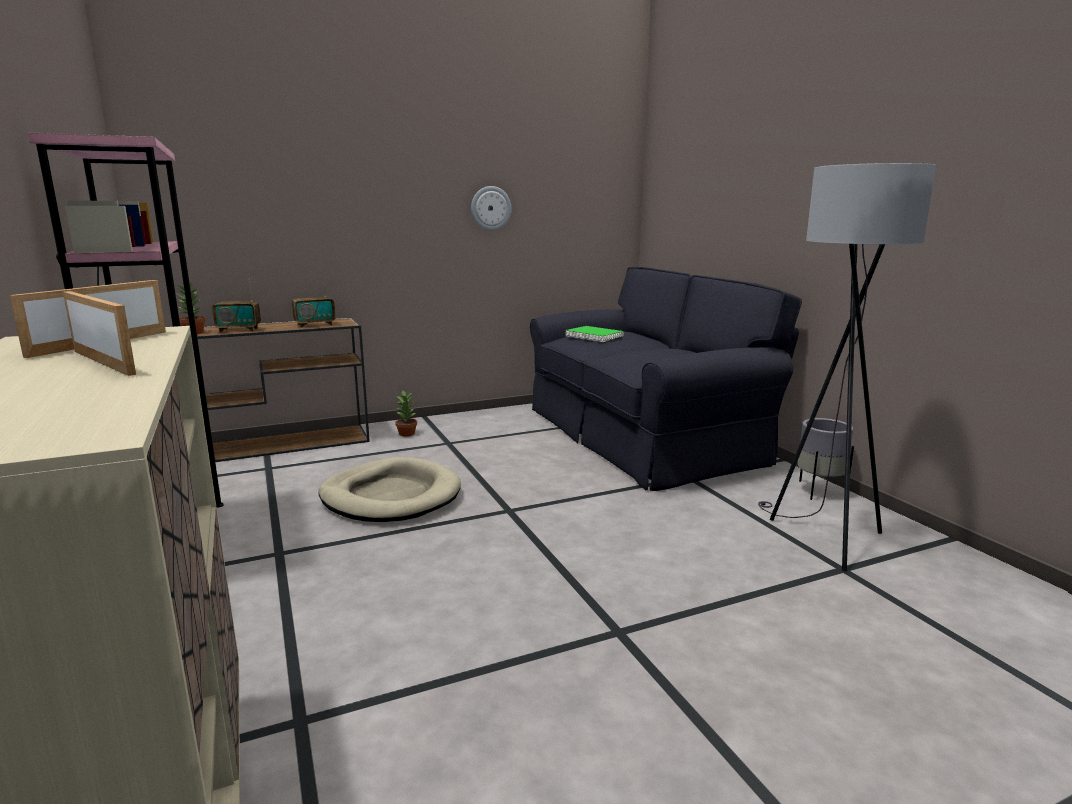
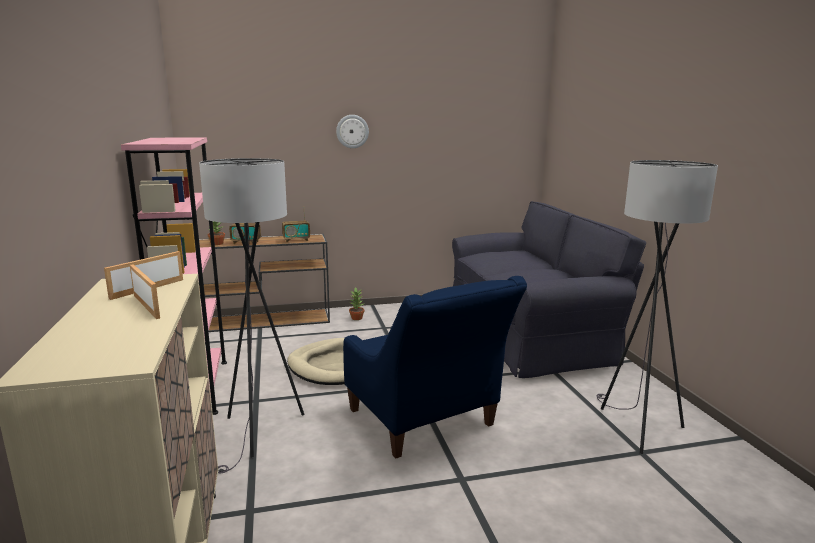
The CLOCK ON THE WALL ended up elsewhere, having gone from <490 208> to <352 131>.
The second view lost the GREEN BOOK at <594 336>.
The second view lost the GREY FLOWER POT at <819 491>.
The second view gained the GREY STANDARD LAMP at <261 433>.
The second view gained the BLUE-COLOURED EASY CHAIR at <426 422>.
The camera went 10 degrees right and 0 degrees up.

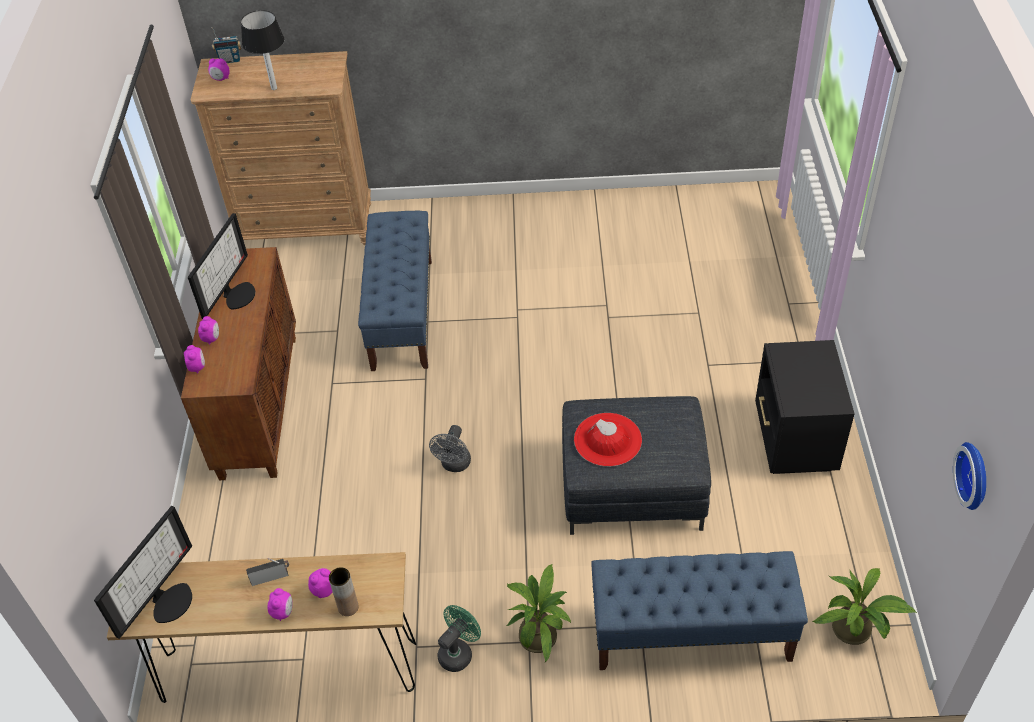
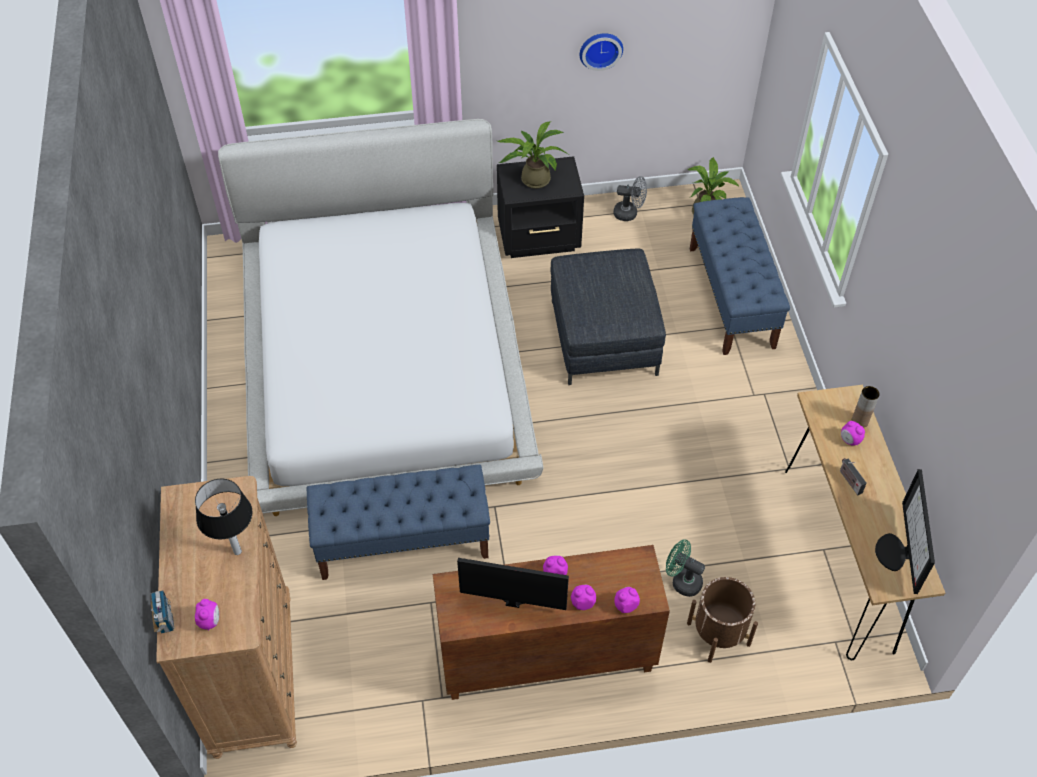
The MONITOR at <169 601> ended up facing another way, 105 degrees counterclockwise from before.
The TABLE CLOCK ended up elsewhere, having gone from <283 612> to <555 573>.
The GREY FAN ended up elsewhere, having gone from <454 465> to <629 213>.
The GREEN FAN ended up elsewhere, having gone from <458 652> to <682 581>.
The POTTED PLANT ended up elsewhere, having gone from <541 633> to <532 178>.
The second view lost the RED-COLOURED WEARABLE HAT at <607 440>.
The CLOCK ON THE WALL ended up elsewhere, having gone from <976 475> to <600 49>.
The second view gained the WHITISH BED at <383 359>.
The second view gained the BROWN FLOWER POT at <718 634>.
The camera went 100 degrees left and 5 degrees up.

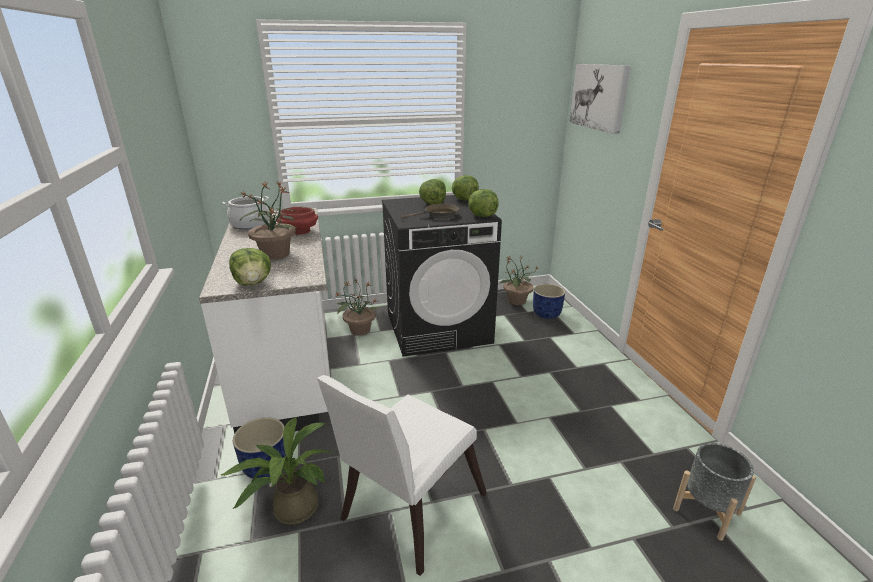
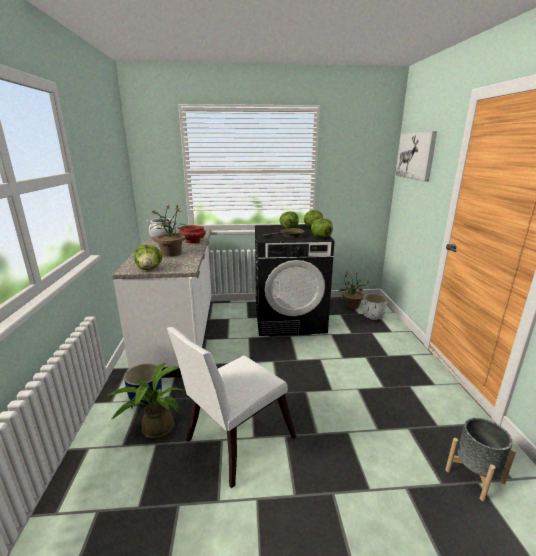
The second view lost the POTTED PLANT at <359 330>.
What was the BLUE-COLOURED FLOWER POT at <547 314> turned into the WHITISH FLOWER POT at <373 316>.
The camera went 10 degrees right and 5 degrees down.

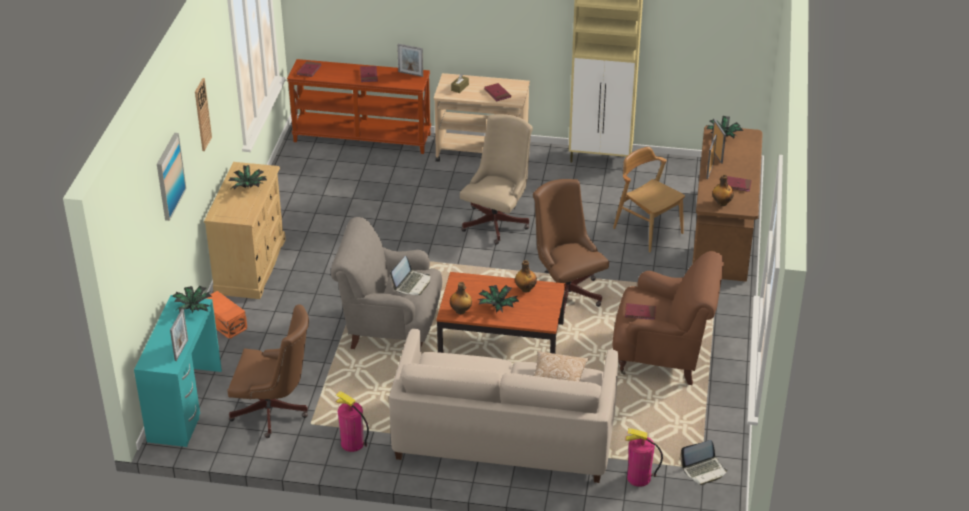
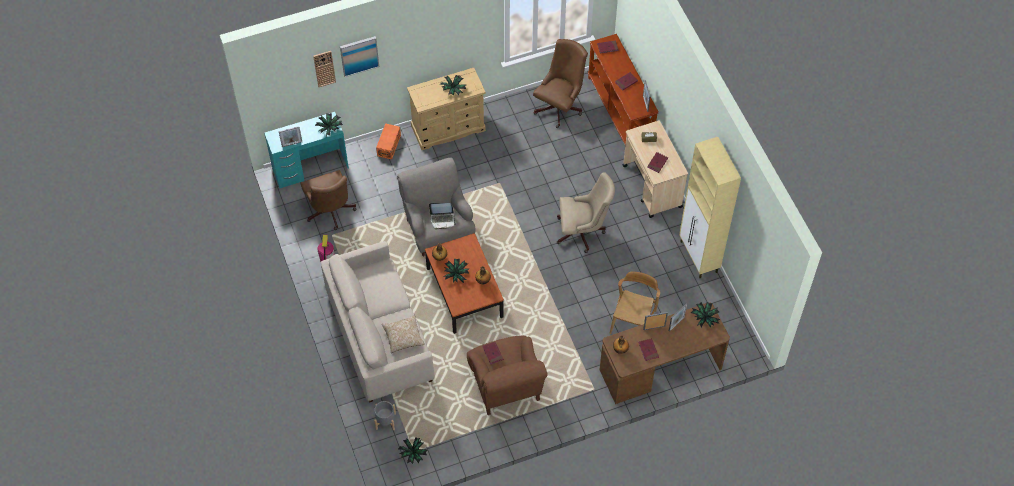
The CLOCK ON THE WALL ended up elsewhere, having gone from <202 114> to <324 68>.
The BROWN COMPUTER CHAIR ended up elsewhere, having gone from <566 290> to <560 106>.
Where the EXTINGUISHER stood at <638 478>, the GREY FLOWER POT came to stand at <385 421>.
Where the NOTEBOOK COMPUTER stood at <704 470>, the POTTED PLANT came to stand at <413 453>.
The camera went 60 degrees right and 20 degrees up.

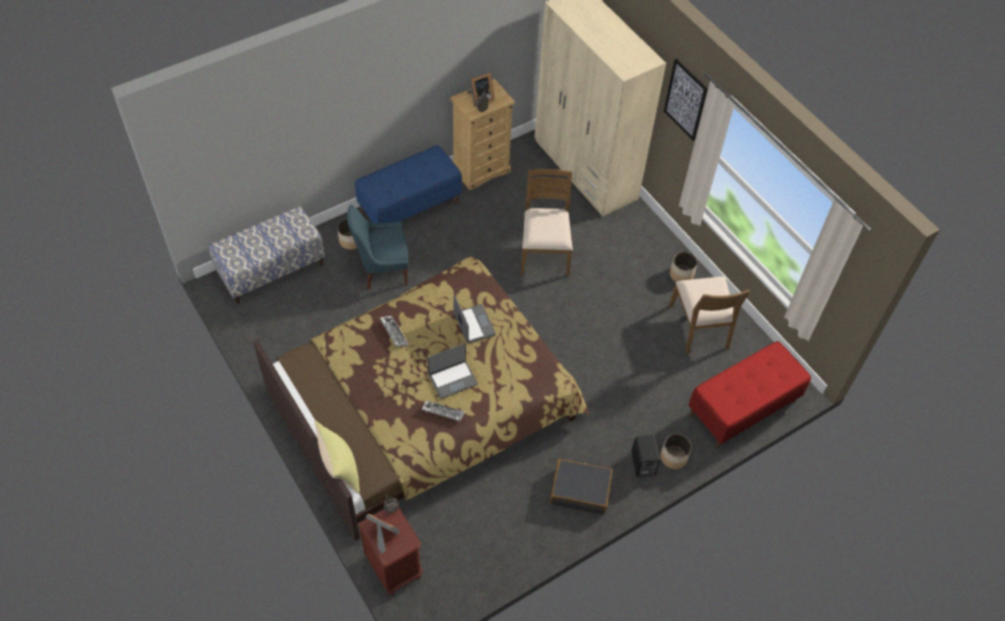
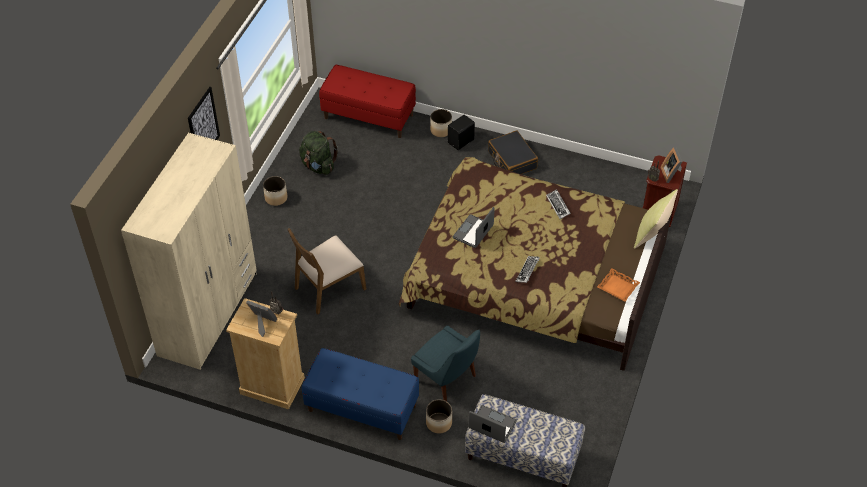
The NOTEBOOK COMPUTER ended up elsewhere, having gone from <452 379> to <492 425>.
Where the BROWN PLAIN CHAIR stood at <700 327>, the GREEN BACKPACK came to stand at <318 166>.
The second view gained the ORANGE-COLOURED SERVING TRAY at <617 287>.
The camera went 125 degrees left and 5 degrees down.

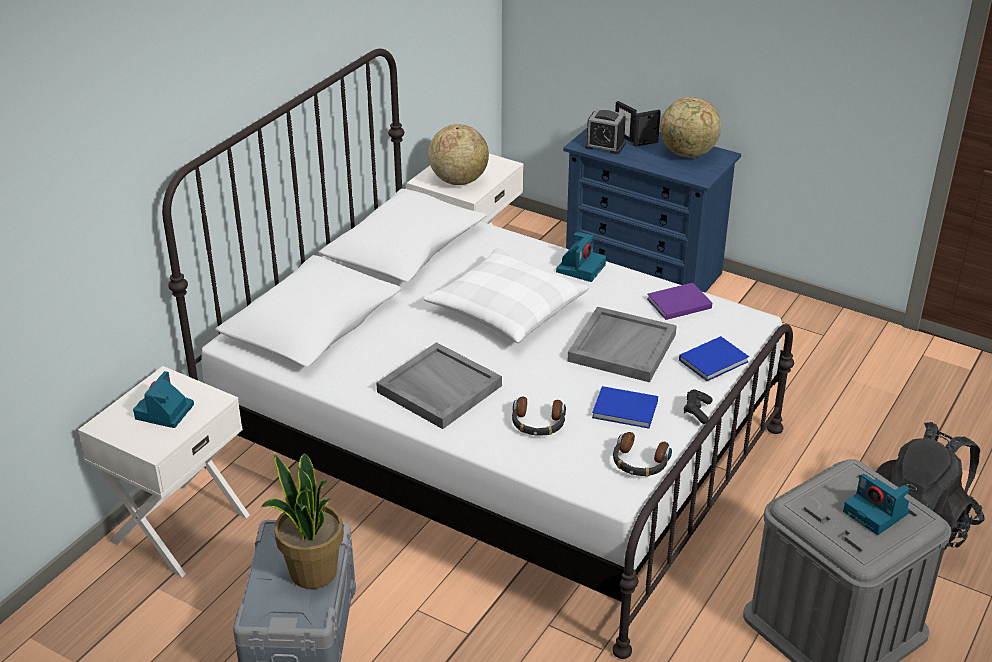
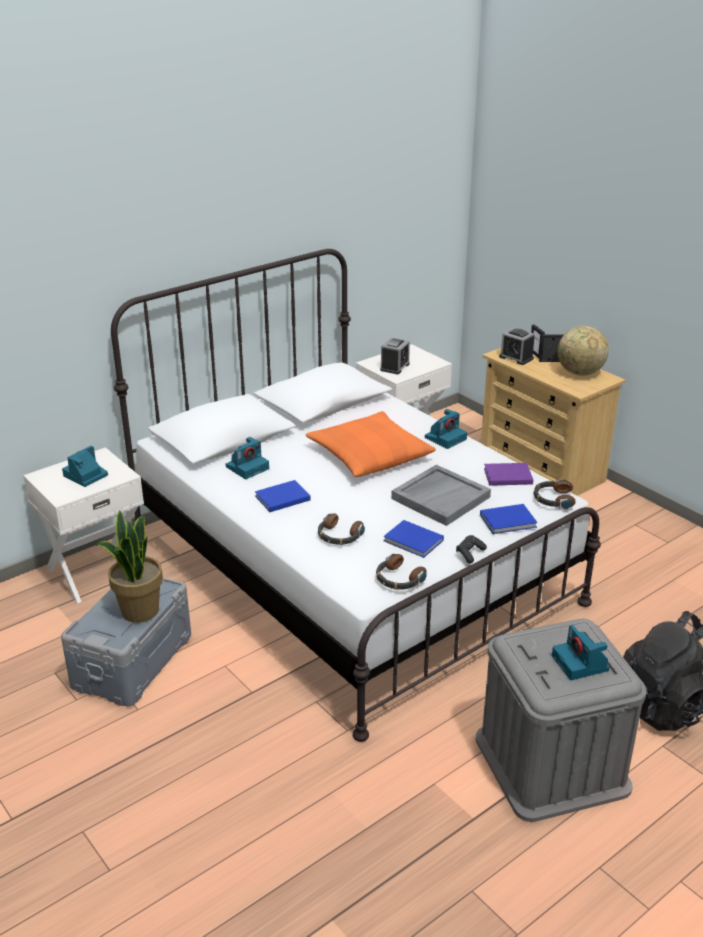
Where the GREY SERVING TRAY stood at <438 389>, the BLUE-COLOURED BOOK came to stand at <281 498>.
What was the WHITISH CUSHION at <506 308> turned into the ORANGE-COLOURED CUSHION at <369 455>.
Where the WORLD GLOBE stood at <458 180>, the TABLE CLOCK came to stand at <394 367>.
What was the BLUE-COLOURED DRAWER CHEST at <644 270> turned into the SAND-COLOURED DRAWER CHEST at <541 468>.
The second view gained the STILL CAMERA at <248 467>.
The second view gained the HEADSET at <553 499>.
The camera went 20 degrees right and 5 degrees down.

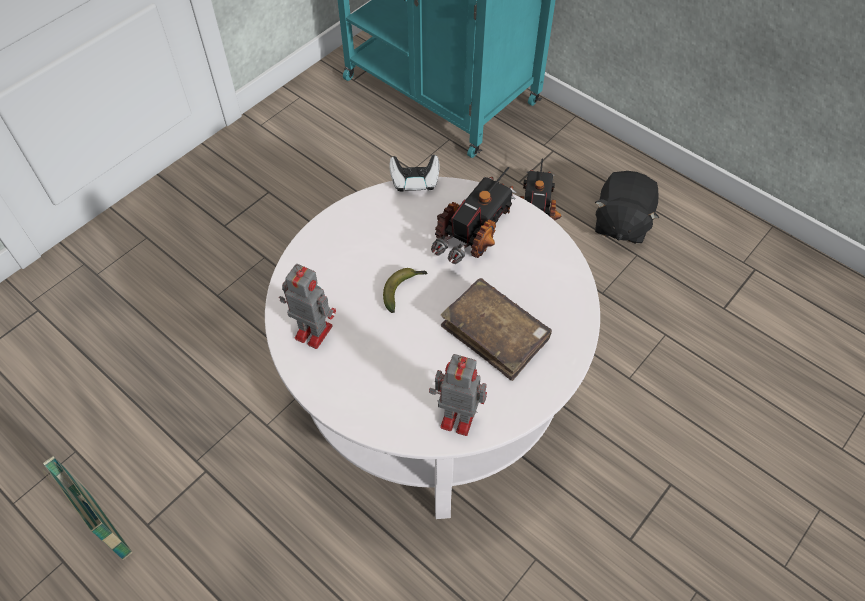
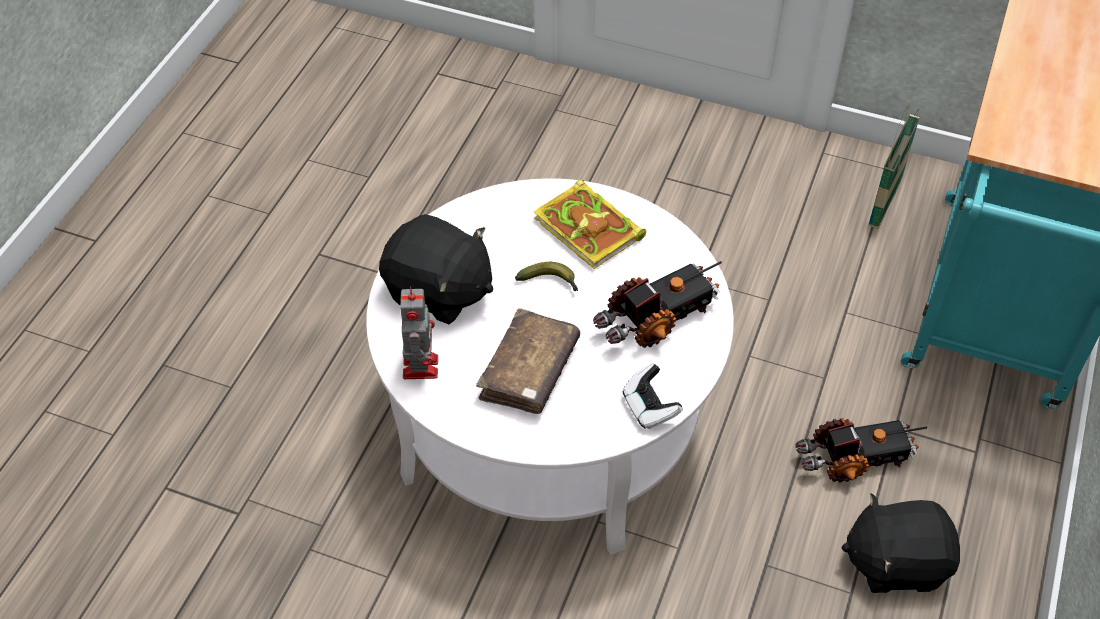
The HOUSEHOLD BASKET ended up elsewhere, having gone from <106 526> to <884 204>.
The second view lost the ROBOT FIGURE at <312 331>.
The GAMEPAD ended up elsewhere, having gone from <415 181> to <649 407>.
The MODEL TRUCK at <474 231> ended up facing another way, 45 degrees counterclockwise from before.
The second view gained the BLACK CUDDLY TOY at <438 292>.
The second view gained the BOOK at <590 229>.
The camera went 70 degrees right and 5 degrees down.

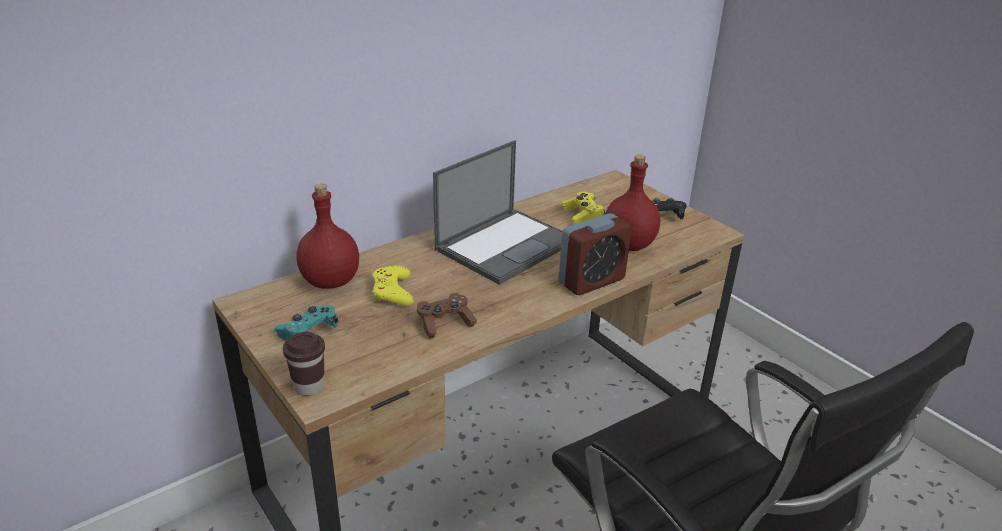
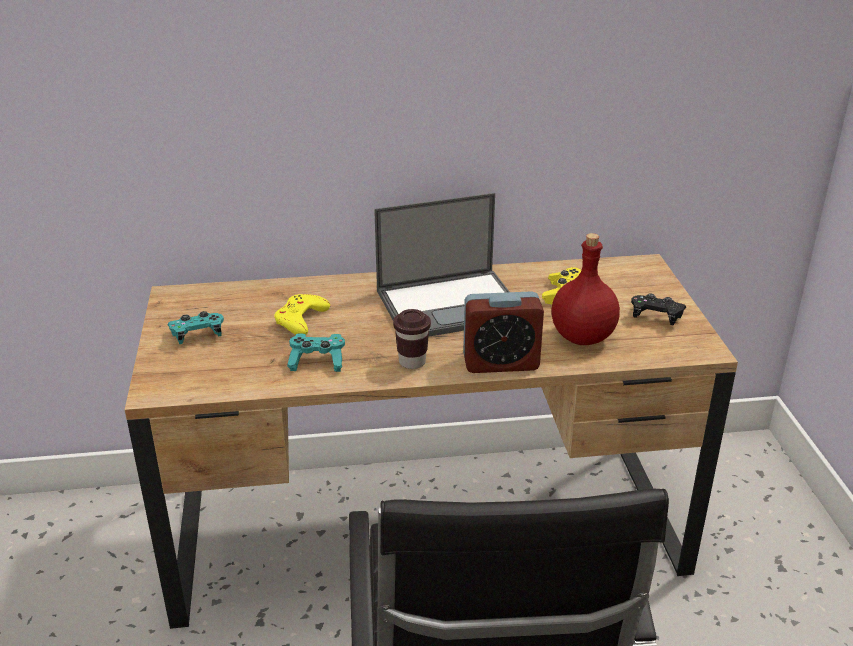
The BROWN CUP ended up elsewhere, having gone from <309 387> to <412 362>.
The second view lost the RED-COLOURED DRINK BOTTLE at <330 280>.
What was the BROWN GAMEPAD at <445 323> turned into the TURQUOISE-COLOURED GAMEPAD at <317 361>.
The camera went 30 degrees right and 0 degrees up.

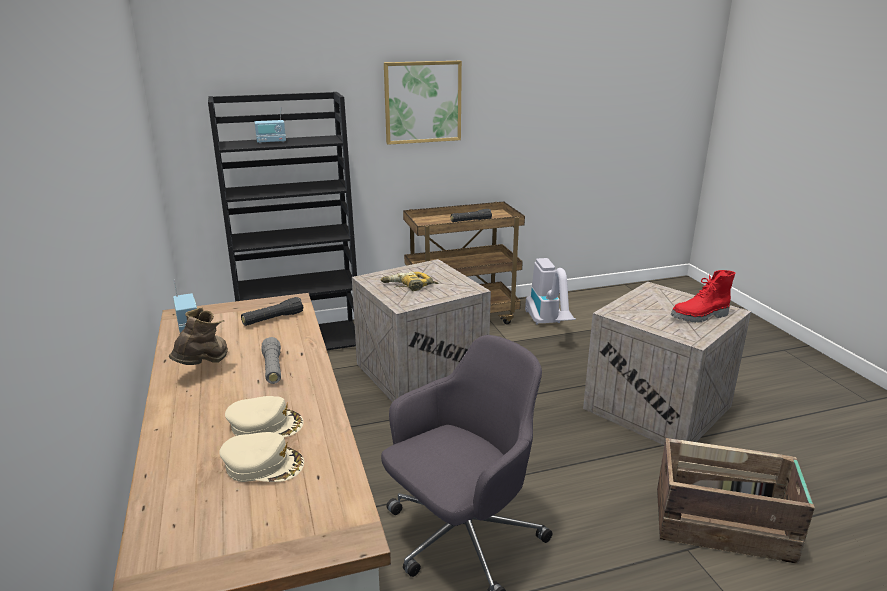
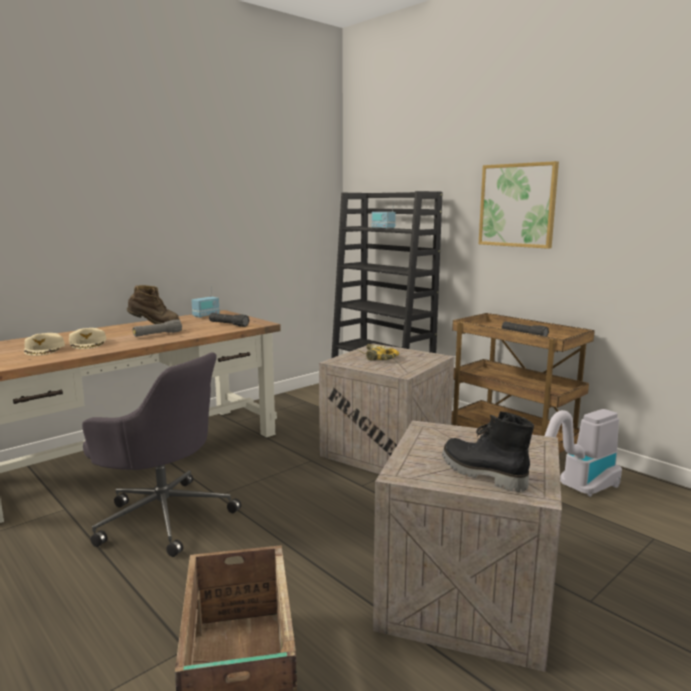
What was the RED-COLOURED BOOT at <700 317> turned into the BLACK BOOT at <481 474>.
The camera went 65 degrees right and 10 degrees down.

